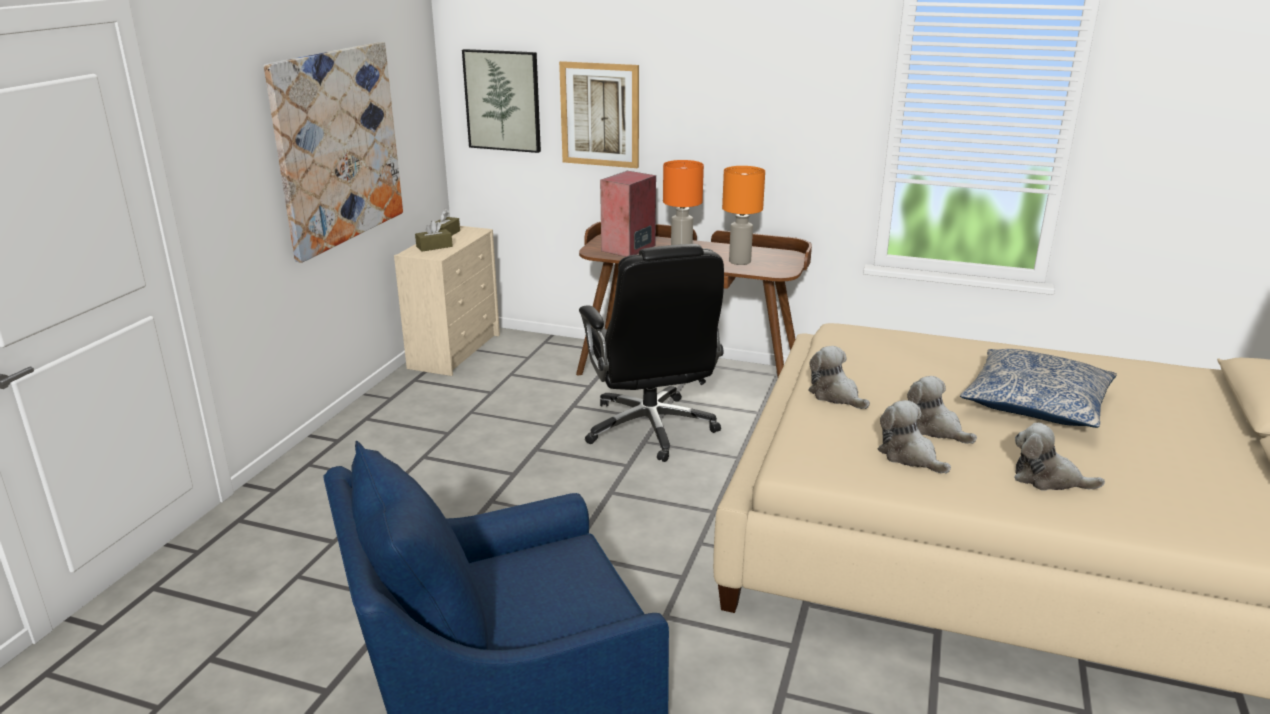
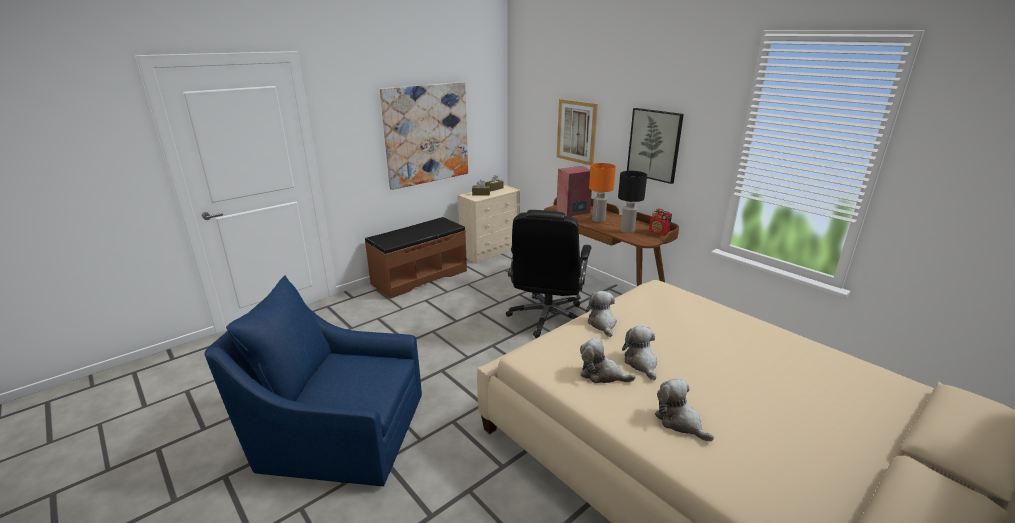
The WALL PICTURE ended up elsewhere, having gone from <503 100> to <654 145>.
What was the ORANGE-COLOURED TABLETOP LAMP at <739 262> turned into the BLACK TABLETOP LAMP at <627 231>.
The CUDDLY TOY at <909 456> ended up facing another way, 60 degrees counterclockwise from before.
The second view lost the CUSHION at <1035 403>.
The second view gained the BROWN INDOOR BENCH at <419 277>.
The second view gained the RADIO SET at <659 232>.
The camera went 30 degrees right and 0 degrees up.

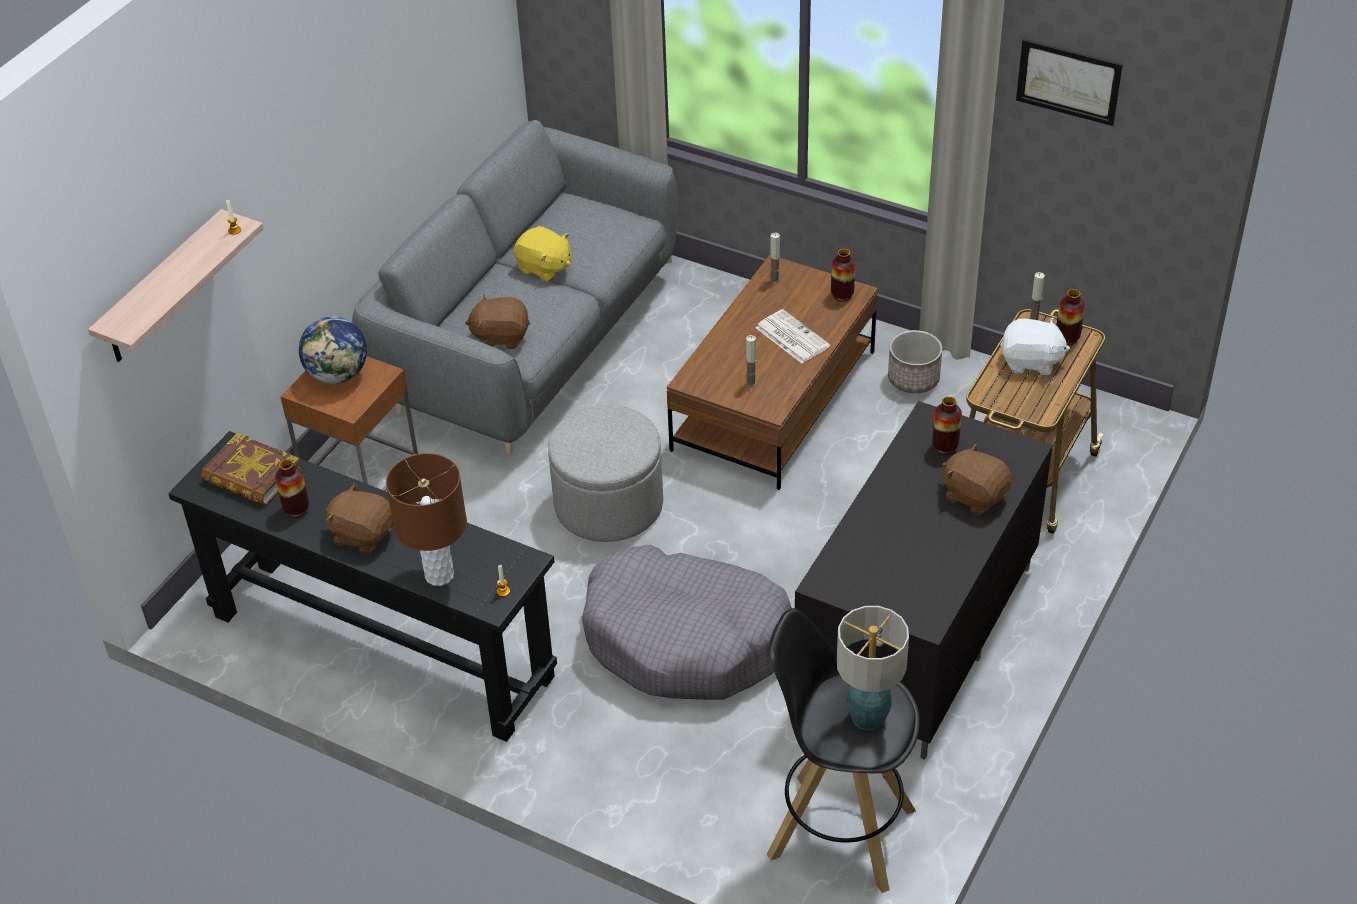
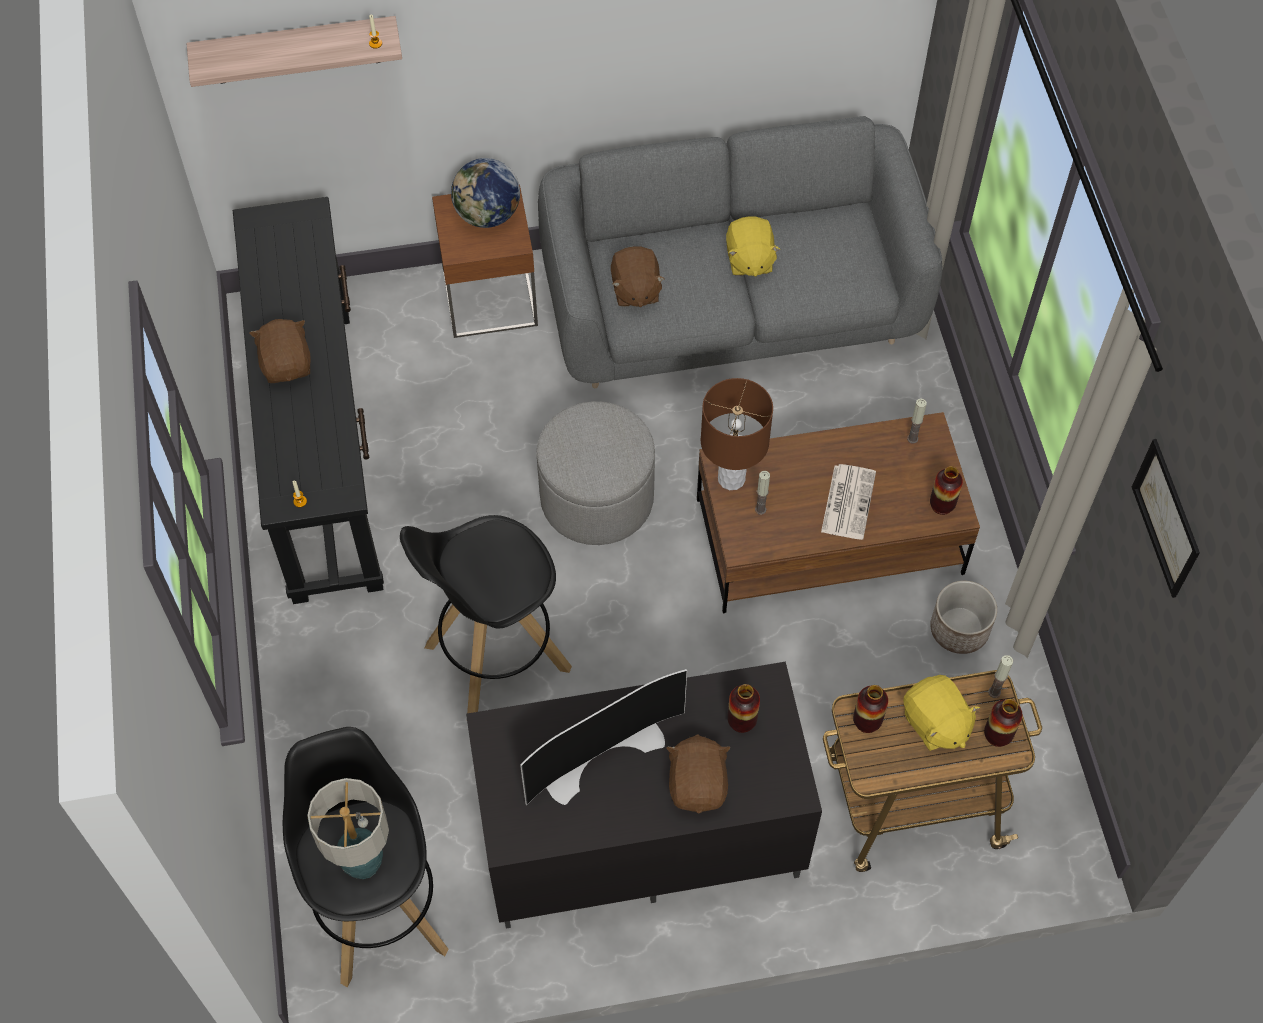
The second view lost the BOOK at <251 476>.
The FLOWER VASE ended up elsewhere, having gone from <296 509> to <867 721>.
The BROWN TABLETOP LAMP ended up elsewhere, having gone from <439 575> to <732 478>.
The BROWN CUDDLY TOY at <501 337> ended up facing another way, 150 degrees counterclockwise from before.
Where the GREY DOG CUSHION stood at <686 640>, the BLACK STOOL SEAT came to stand at <495 658>.
What was the WHITISH CUDDLY TOY at <1031 362> turned into the YELLOW-COLOURED CUDDLY TOY at <935 723>.
The second view gained the TV at <600 752>.
The camera went 50 degrees right and 15 degrees up.

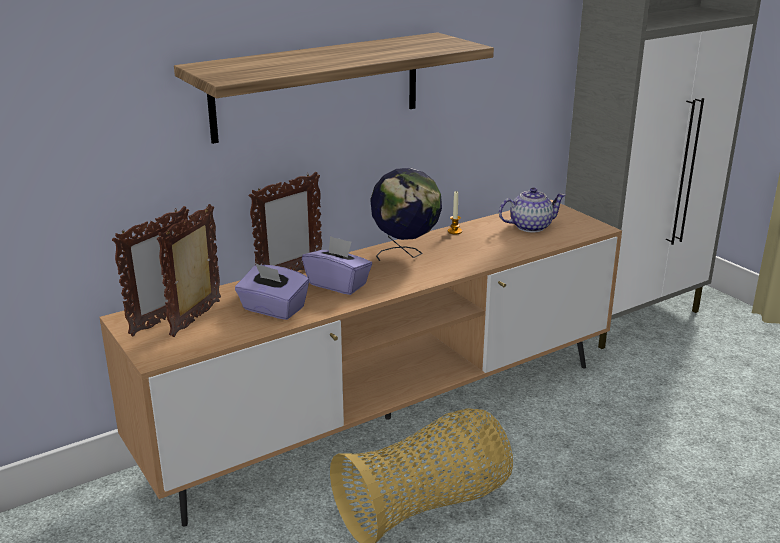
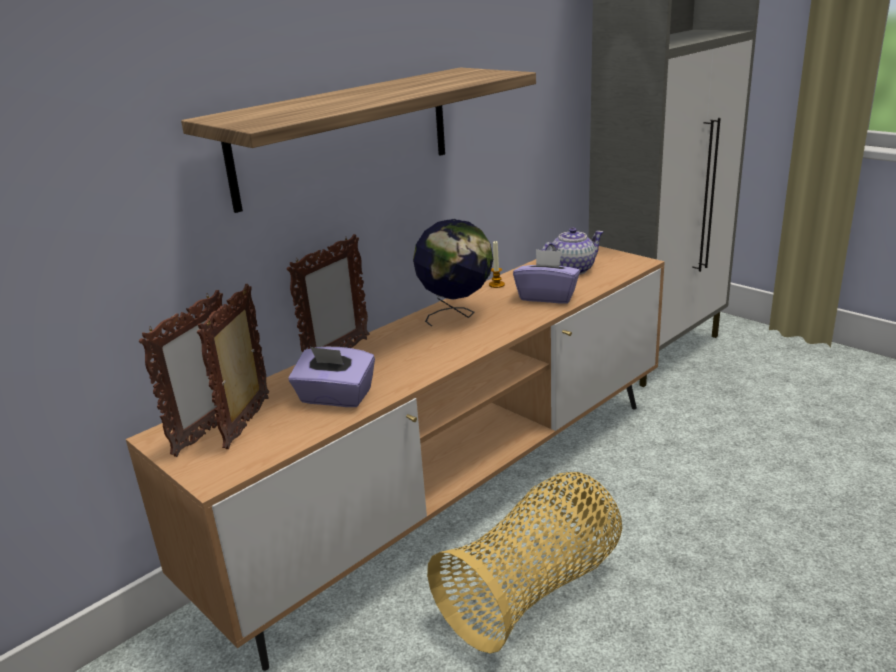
The PURPLE TISSUE BOX ended up elsewhere, having gone from <338 284> to <547 296>.
The camera went 10 degrees left and 0 degrees up.

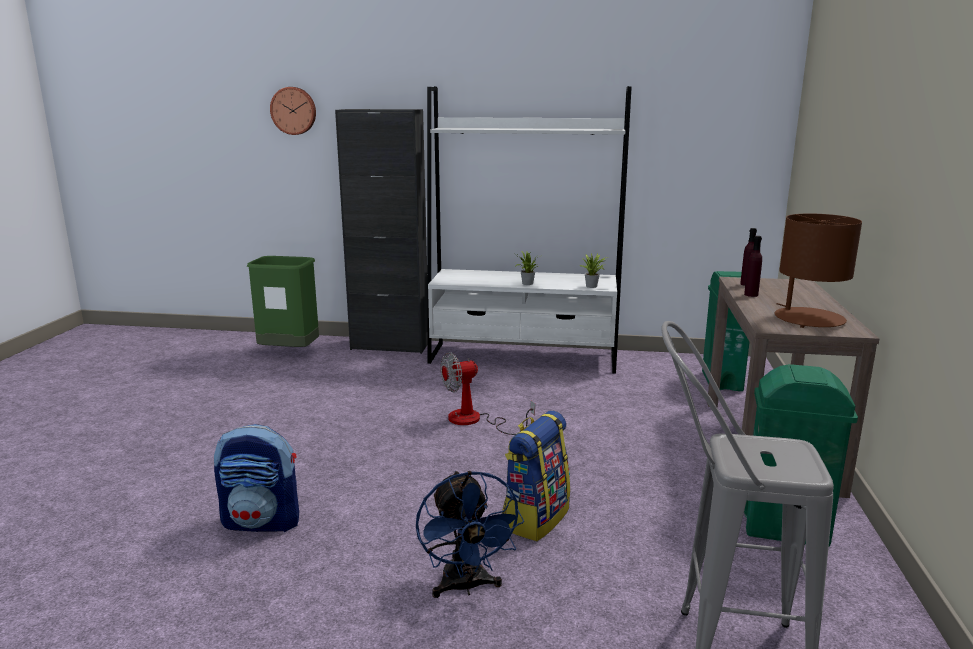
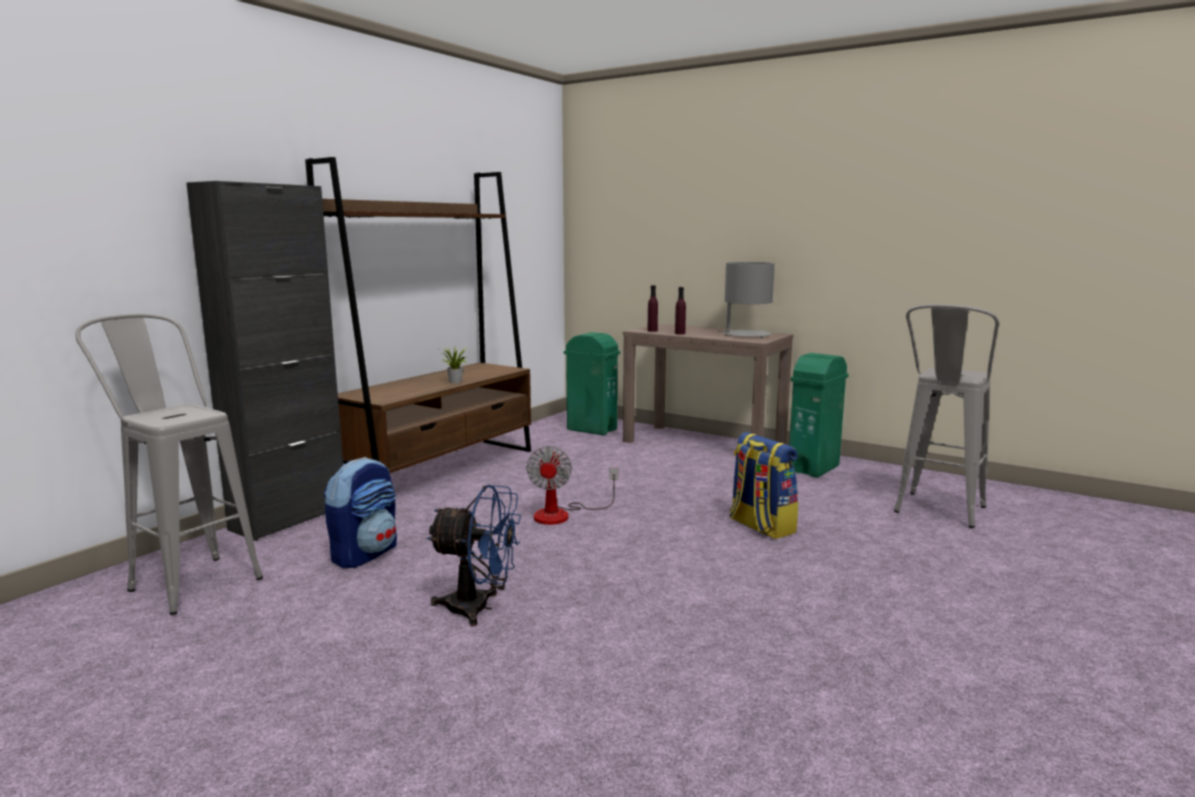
The BACKPACK ended up elsewhere, having gone from <263 522> to <365 554>.
Where the GREEN TRASH CAN stood at <289 353>, the GREY STOOL SEAT came to stand at <186 580>.
The second view lost the CLOCK ON THE WALL at <294 110>.
The BLUE-COLOURED FAN ended up elsewhere, having gone from <466 587> to <479 608>.
What was the WHITISH SHELVING UNIT at <523 358> turned into the BROWN SHELVING UNIT at <441 471>.
The second view lost the POTTED PLANT at <593 286>.
What was the BROWN TABLETOP LAMP at <808 319> turned into the GREY TABLETOP LAMP at <746 335>.
The camera went 65 degrees left and 5 degrees down.

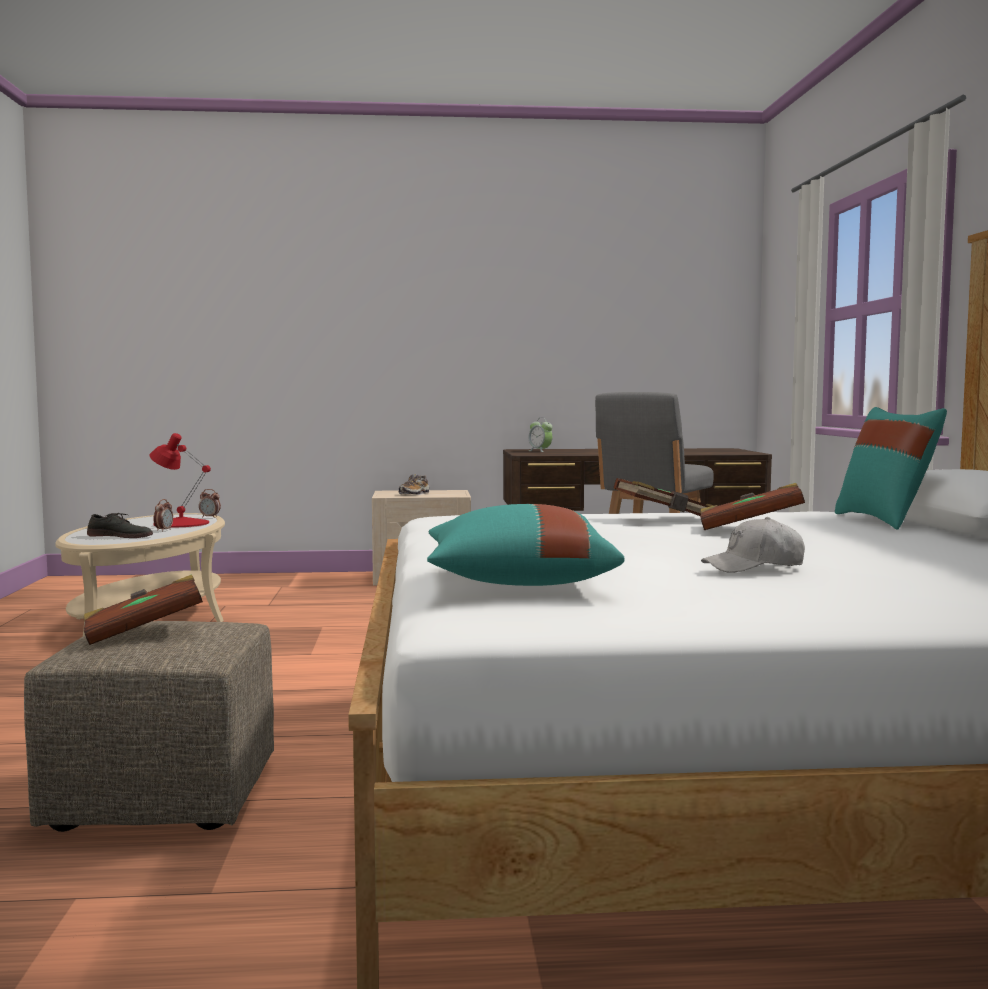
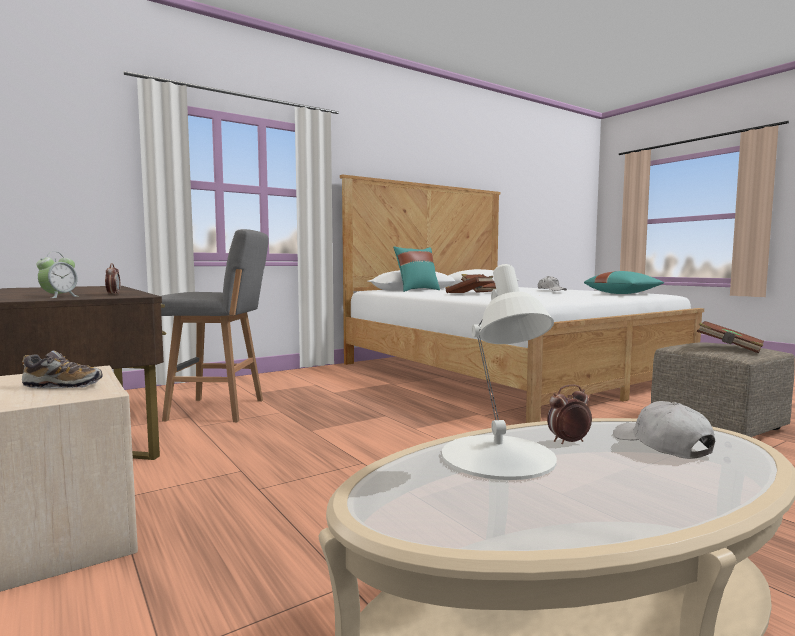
Where the GREY LOW SHOE stood at <120 536>, the WHITISH CAP came to stand at <661 445>.
What was the RED-COLOURED TABLETOP LAMP at <181 523> turned into the WHITISH TABLETOP LAMP at <497 457>.
The TABLE CLOCK ended up elsewhere, having gone from <210 517> to <113 294>.
The camera went 120 degrees left and 0 degrees up.

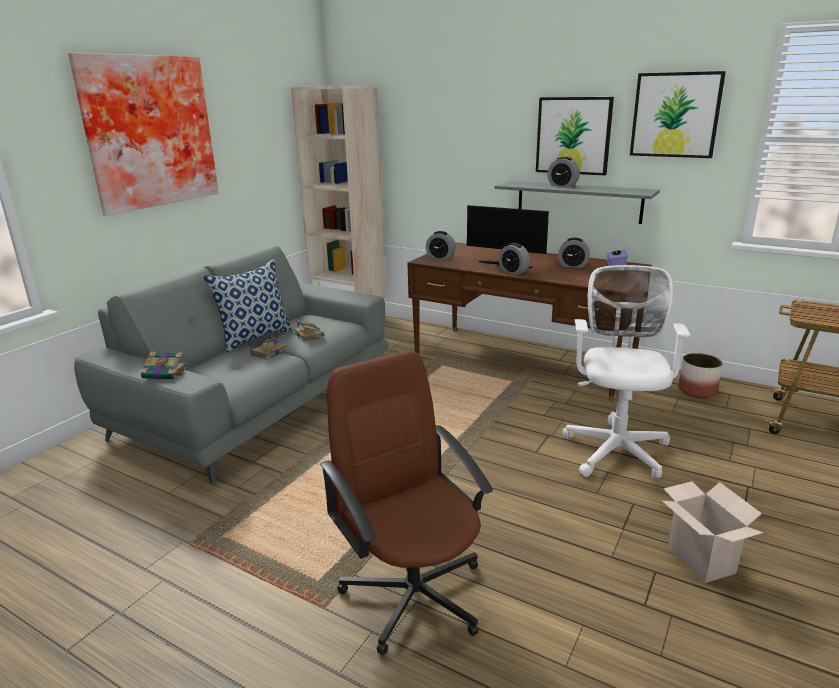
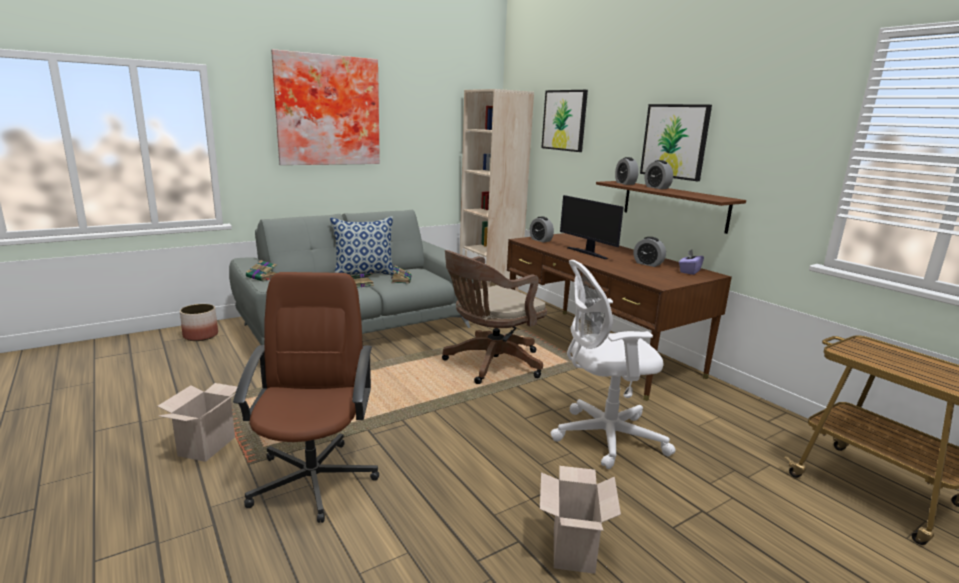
What was the GREY WALL SHELF at <578 201> turned into the BROWN WALL SHELF at <674 205>.
The TABLE CLOCK ended up elsewhere, having gone from <513 271> to <625 183>.
The WHITISH COMPUTER CHAIR at <616 448> ended up facing another way, 135 degrees counterclockwise from before.
The WALL PICTURE ended up elsewhere, having gone from <675 115> to <564 120>.
The FLOWER POT ended up elsewhere, having gone from <697 390> to <201 335>.
The second view gained the CARDBOARD BOX at <207 445>.
The second view gained the BROWN COMPUTER CHAIR at <490 364>.
The camera went 25 degrees right and 5 degrees down.

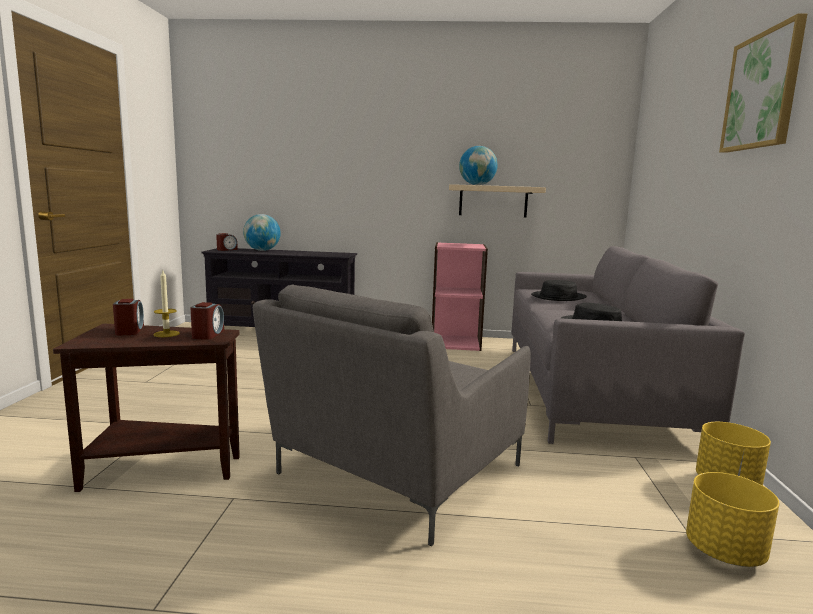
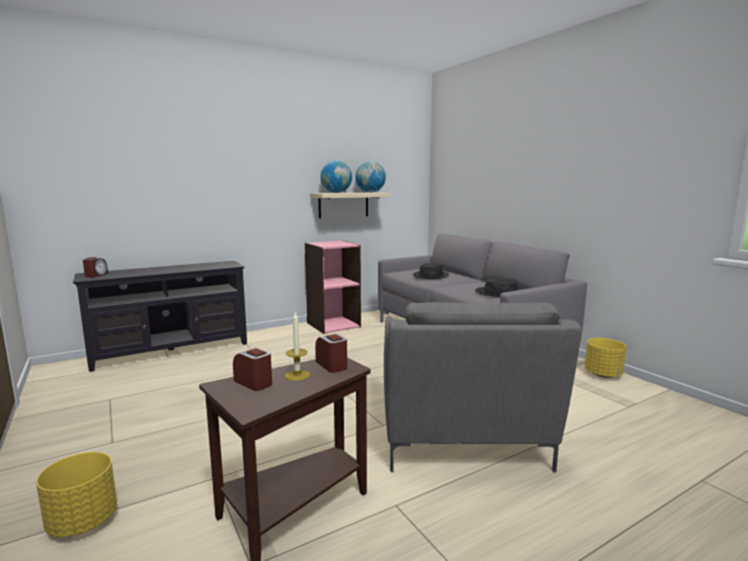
The WORLD GLOBE ended up elsewhere, having gone from <262 250> to <370 192>.
The YELLOW-COLOURED FLOWER POT ended up elsewhere, having gone from <723 552> to <82 522>.
The second view lost the WALL PICTURE at <762 91>.
The camera went 35 degrees left and 0 degrees up.

